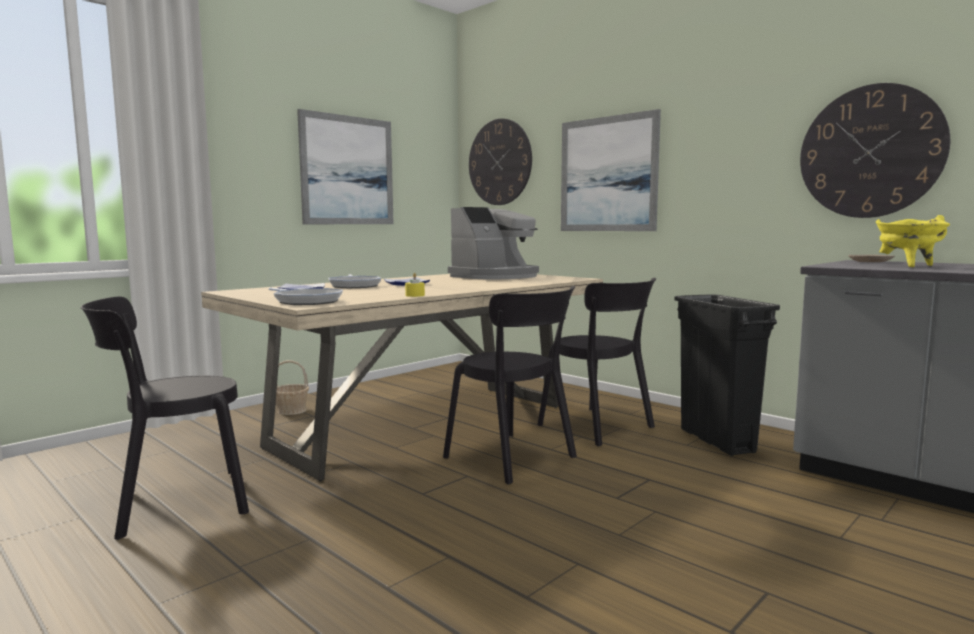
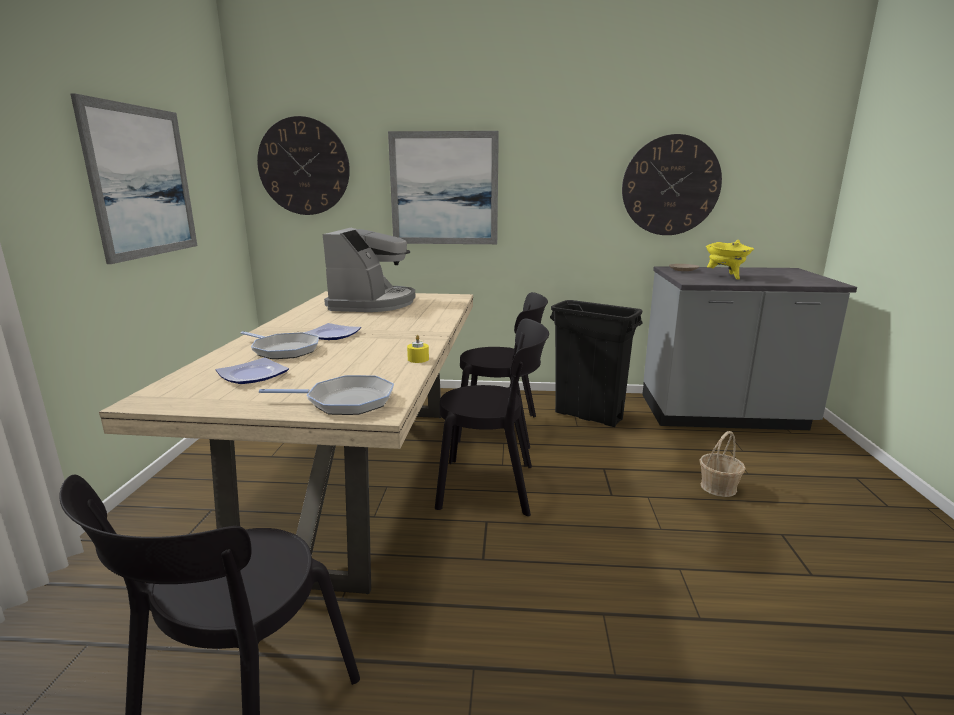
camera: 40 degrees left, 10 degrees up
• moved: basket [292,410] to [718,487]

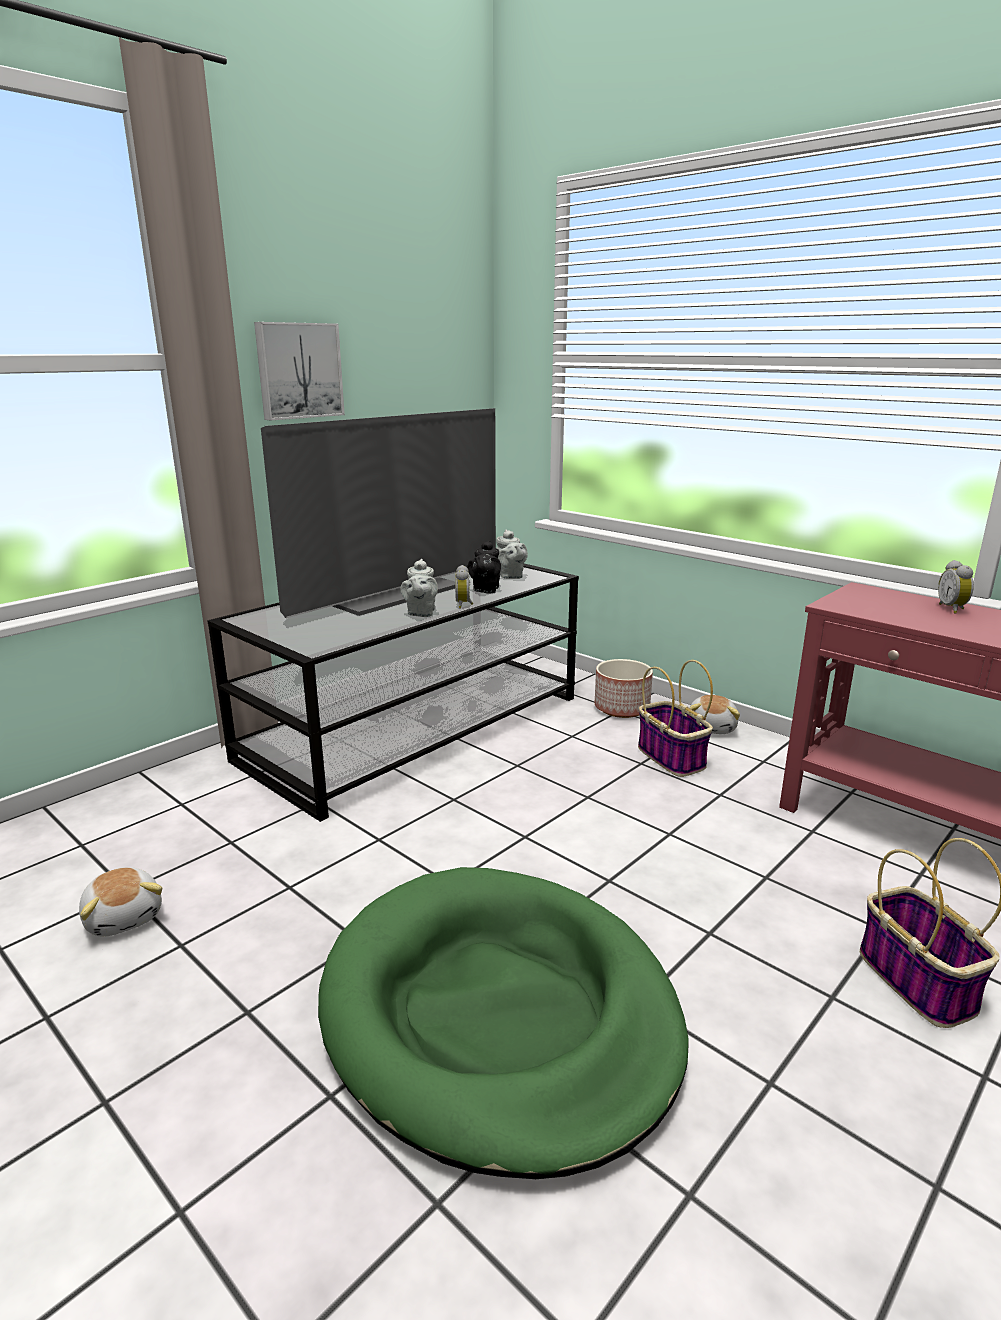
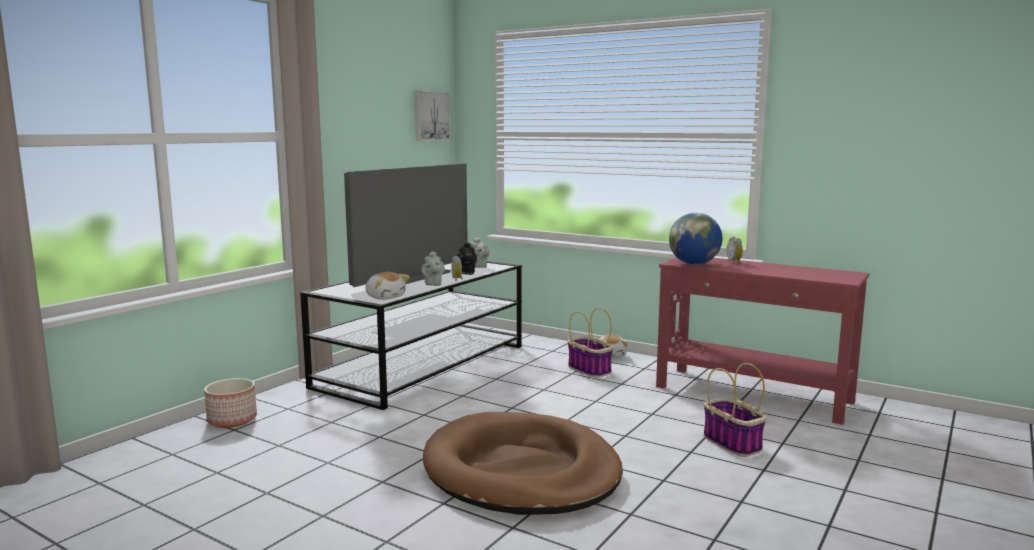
camera: 10 degrees left, 10 degrees down
• moved: plush toy [125,917] to [385,297]
• moved: picture [298,371] to [431,116]
• recoloured: dog bed (green) [499,1015] to dog bed (brown) [521,471]
• moved: planter [621,708] to [232,420]
• added: globe [694,264]

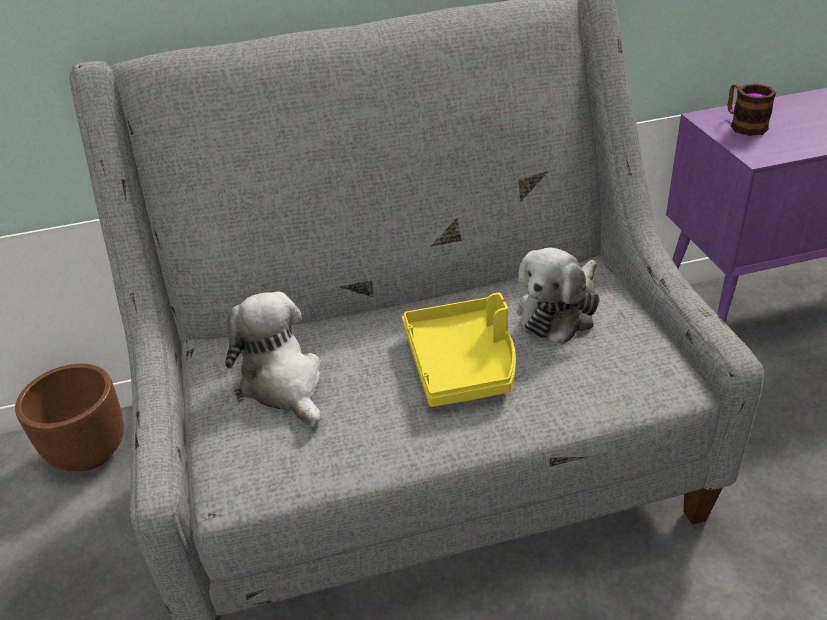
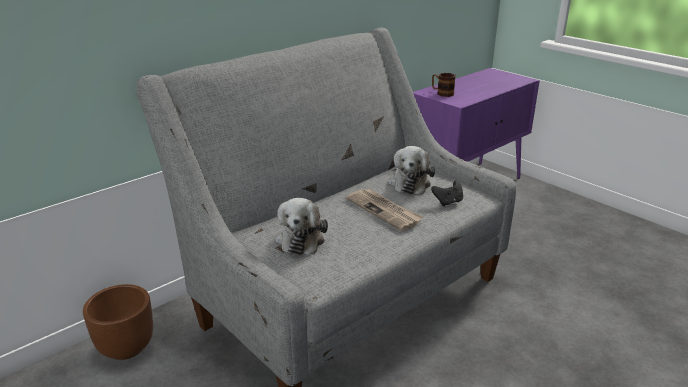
camera: 30 degrees left, 10 degrees down
• turned: plush toy [284,384] = [301,239] 120 degrees counterclockwise
• replaced: tray (yellow) [463,364] to newspaper [384,211]
• added: game controller (black) [448,202]

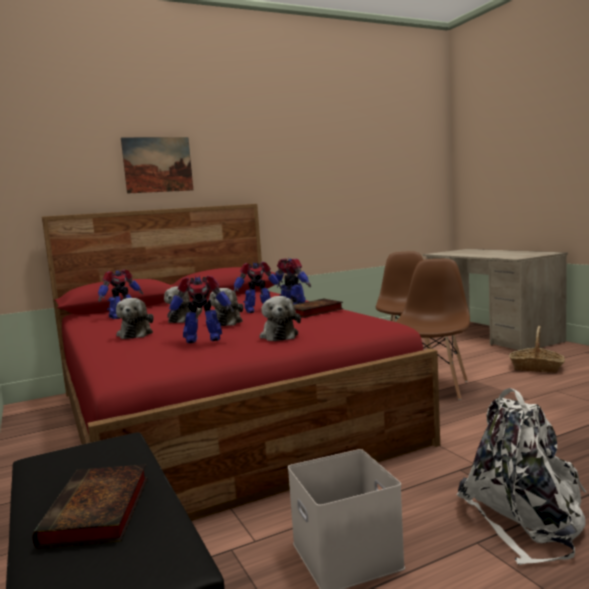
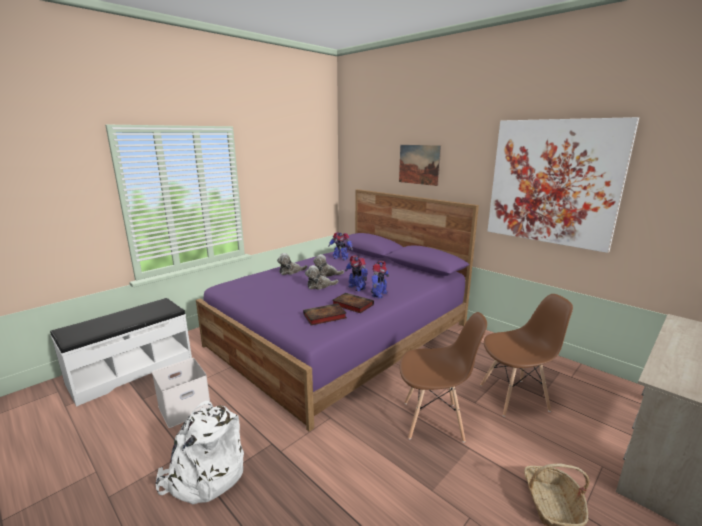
camera: 70 degrees right, 10 degrees up
• moved: book [98,513] to [324,317]
• recoloured: bed (red) [218,415] to bed (purple) [342,335]
• removed: toy robot [203,339]
• removed: plush toy [279,335]
• added: picture [553,182]

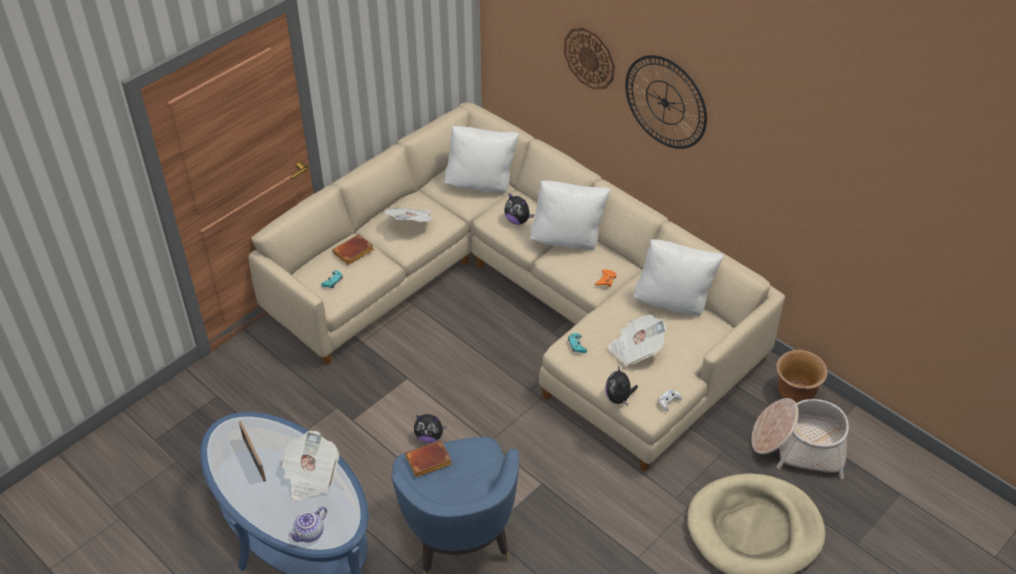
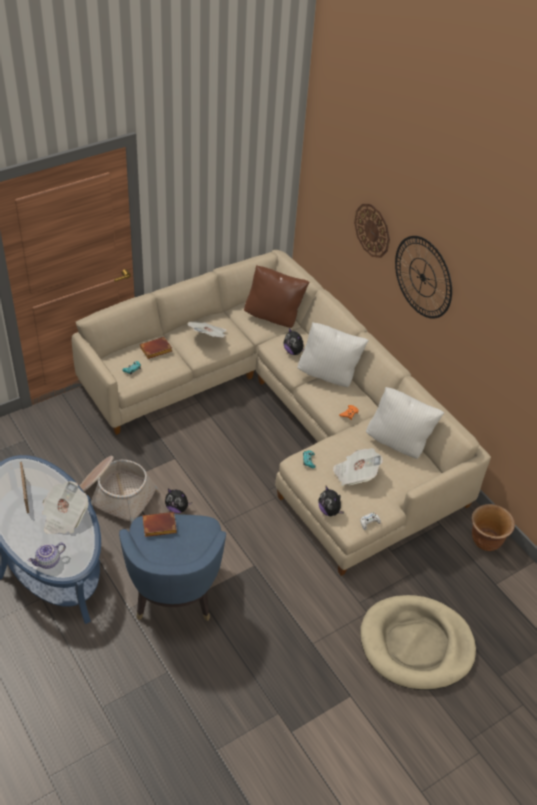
camera: 10 degrees right, 0 degrees up
• recoloured: pillow (white) [481,184] to pillow (brown) [274,317]
• turned: plush toy [619,398] = [329,510] 45 degrees counterclockwise
• moved: basket [798,446] to [116,496]

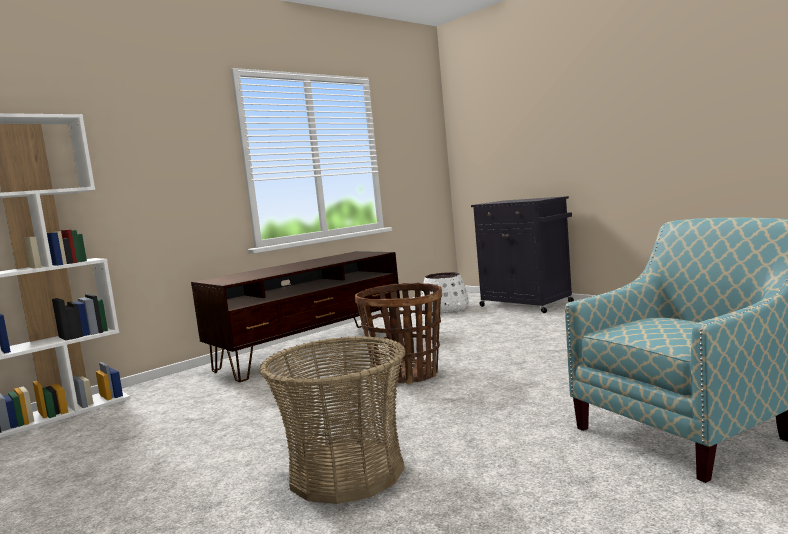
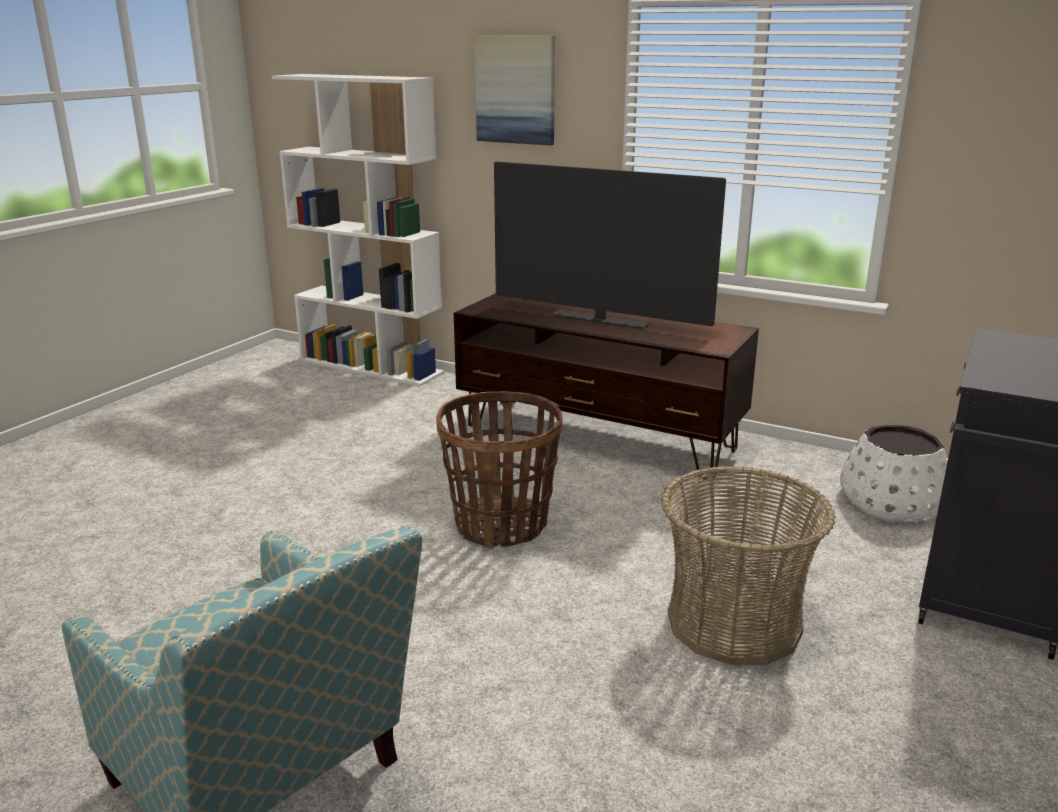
camera: 70 degrees right, 15 degrees up
• moved: basket [346,471] to [734,623]
• added: picture [516,89]
• added: television [599,320]

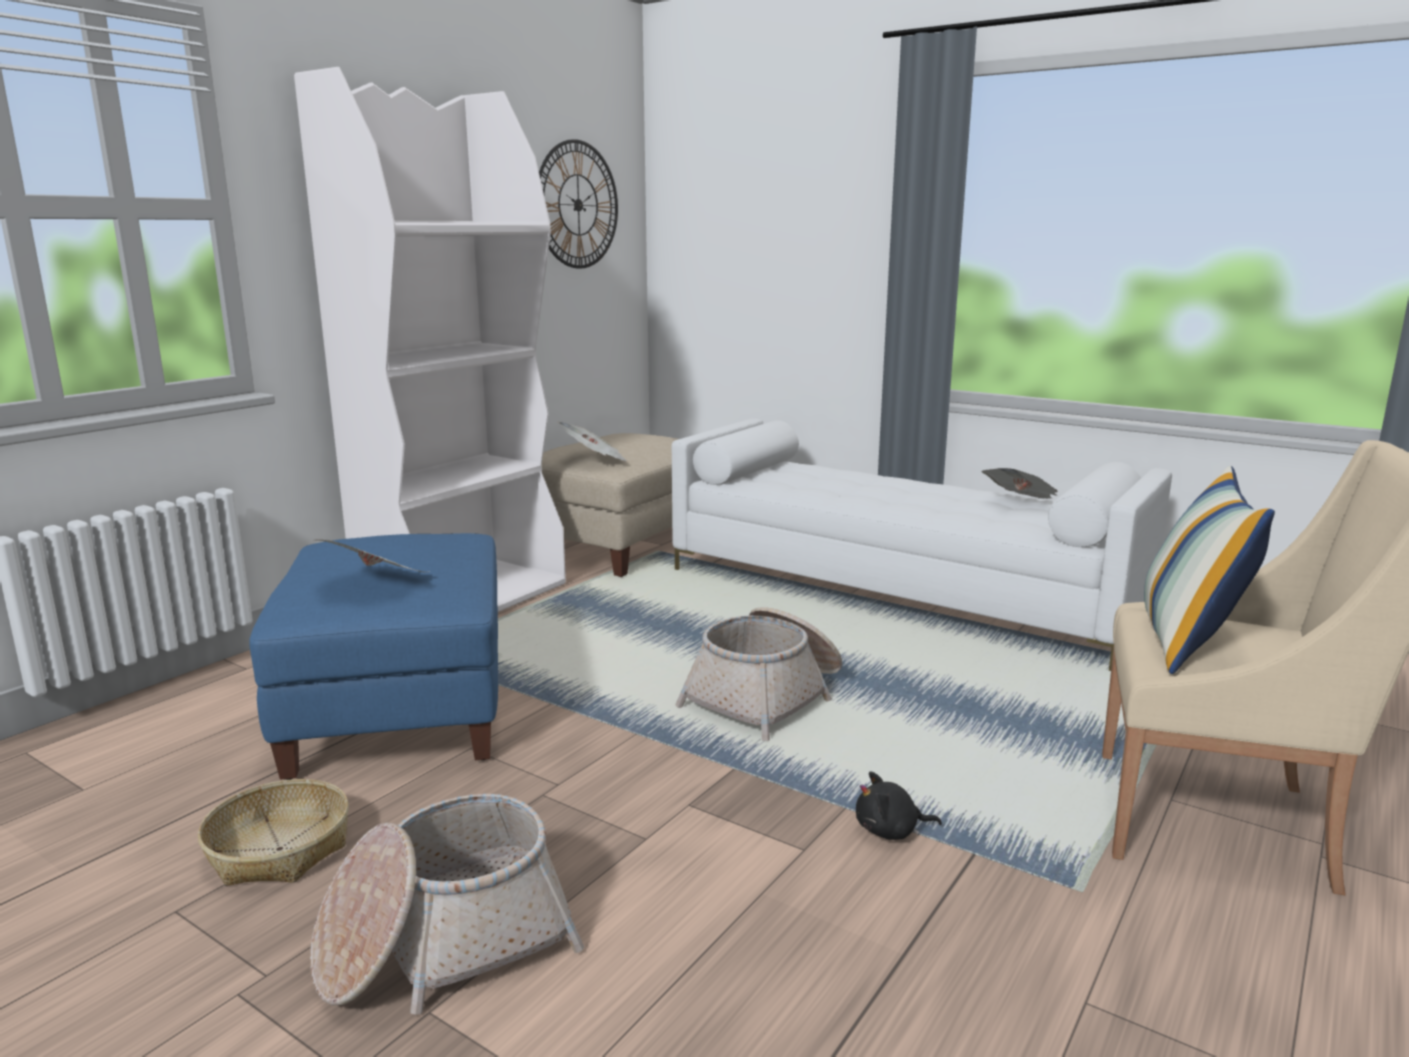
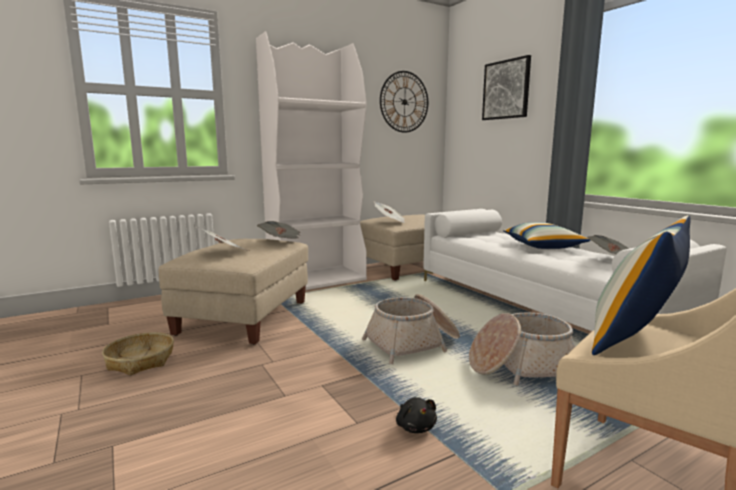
camera: 25 degrees right, 5 degrees down
• recoloured: ottoman (blue) [400,710] to ottoman (beige) [244,317]
• moved: basket [443,941] to [521,367]
• turned: plush toy (black) [890,831] = [415,426] 135 degrees counterclockwise
• added: newspaper [281,242]
• added: picture [506,89]
• added: pillow [543,246]

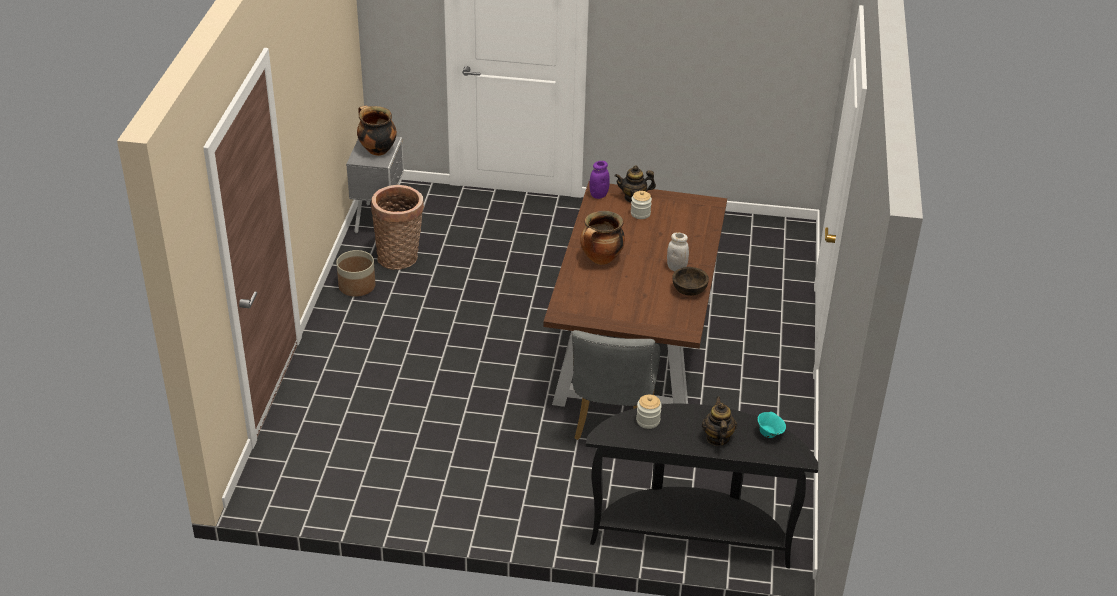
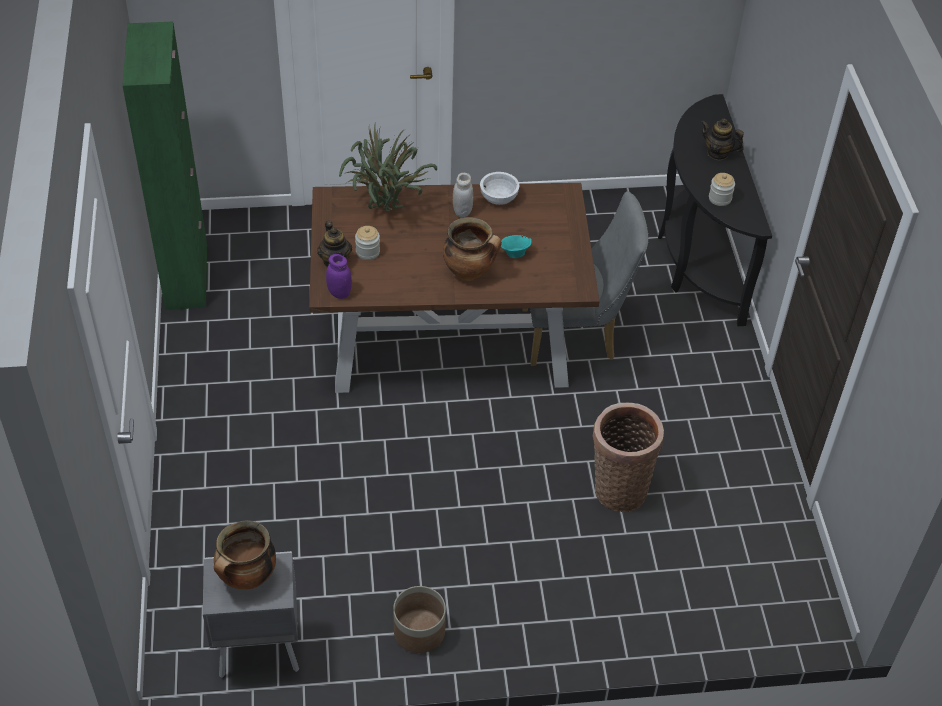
camera: 105 degrees left, 10 degrees up
• moved: basket [400,257] to [618,487]
• recoloured: bowl (brown) [689,290] to bowl (white) [498,198]
• turned: teapot [717,438] = [718,153] 45 degrees clockwise
• moved: bowl (turquoise) [769,433] to [514,253]
• added: cabinet (green) [187,276]
• added: potted plant [385,213]

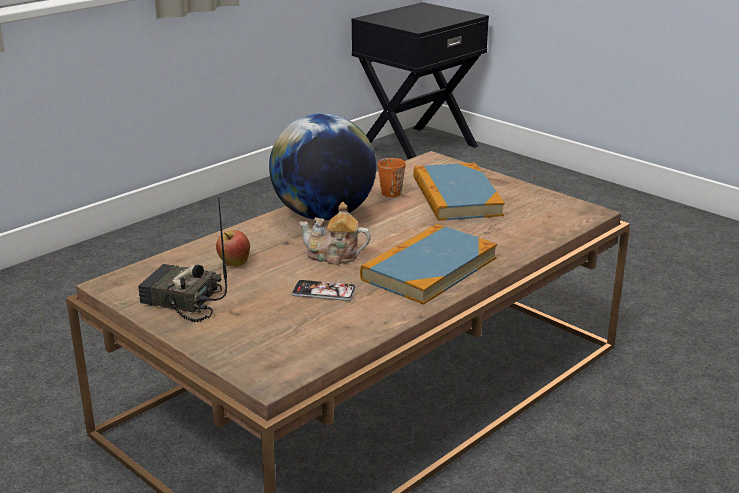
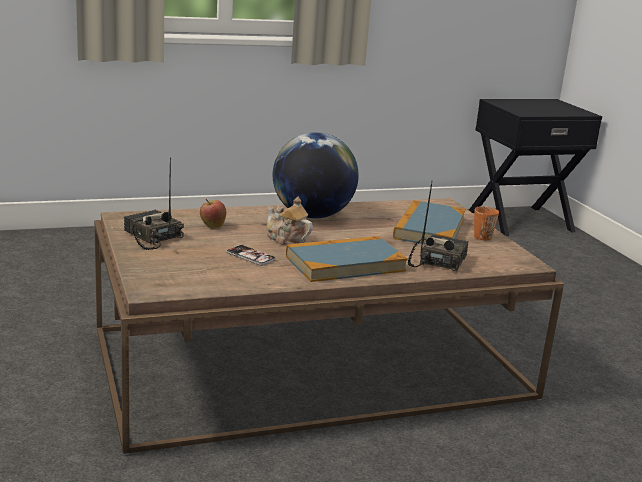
camera: 25 degrees right, 5 degrees down
• moved: mug (orange) [388,191] to [481,235]
• added: radio [437,260]

